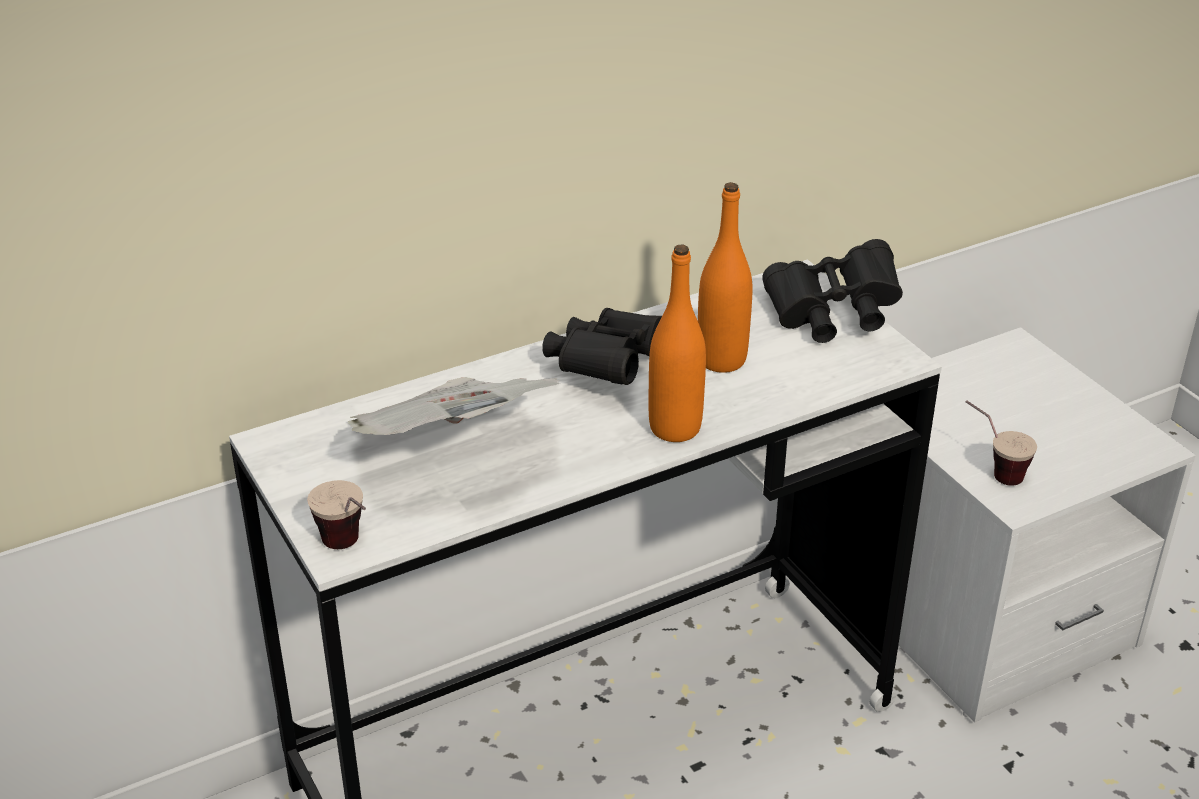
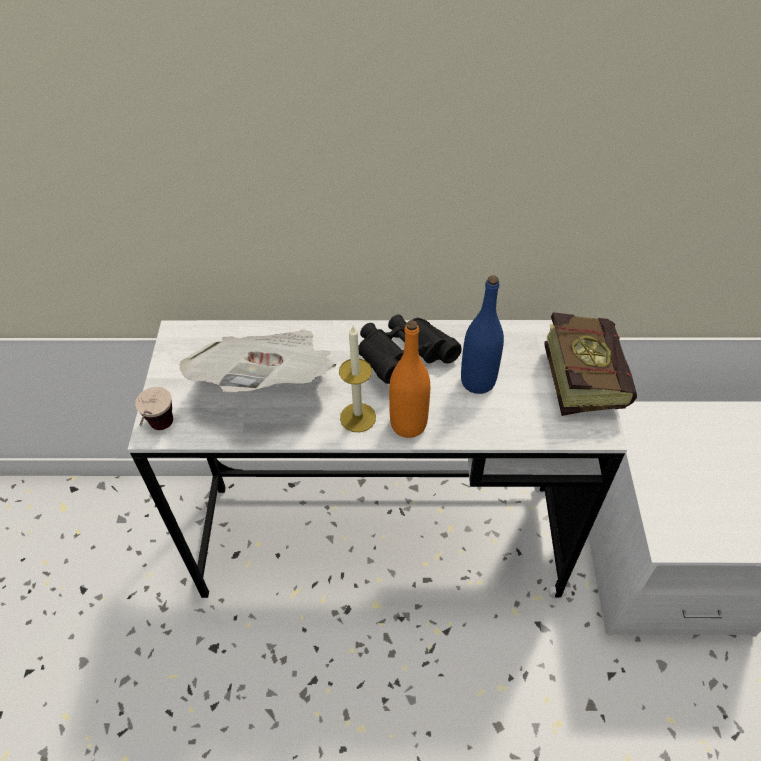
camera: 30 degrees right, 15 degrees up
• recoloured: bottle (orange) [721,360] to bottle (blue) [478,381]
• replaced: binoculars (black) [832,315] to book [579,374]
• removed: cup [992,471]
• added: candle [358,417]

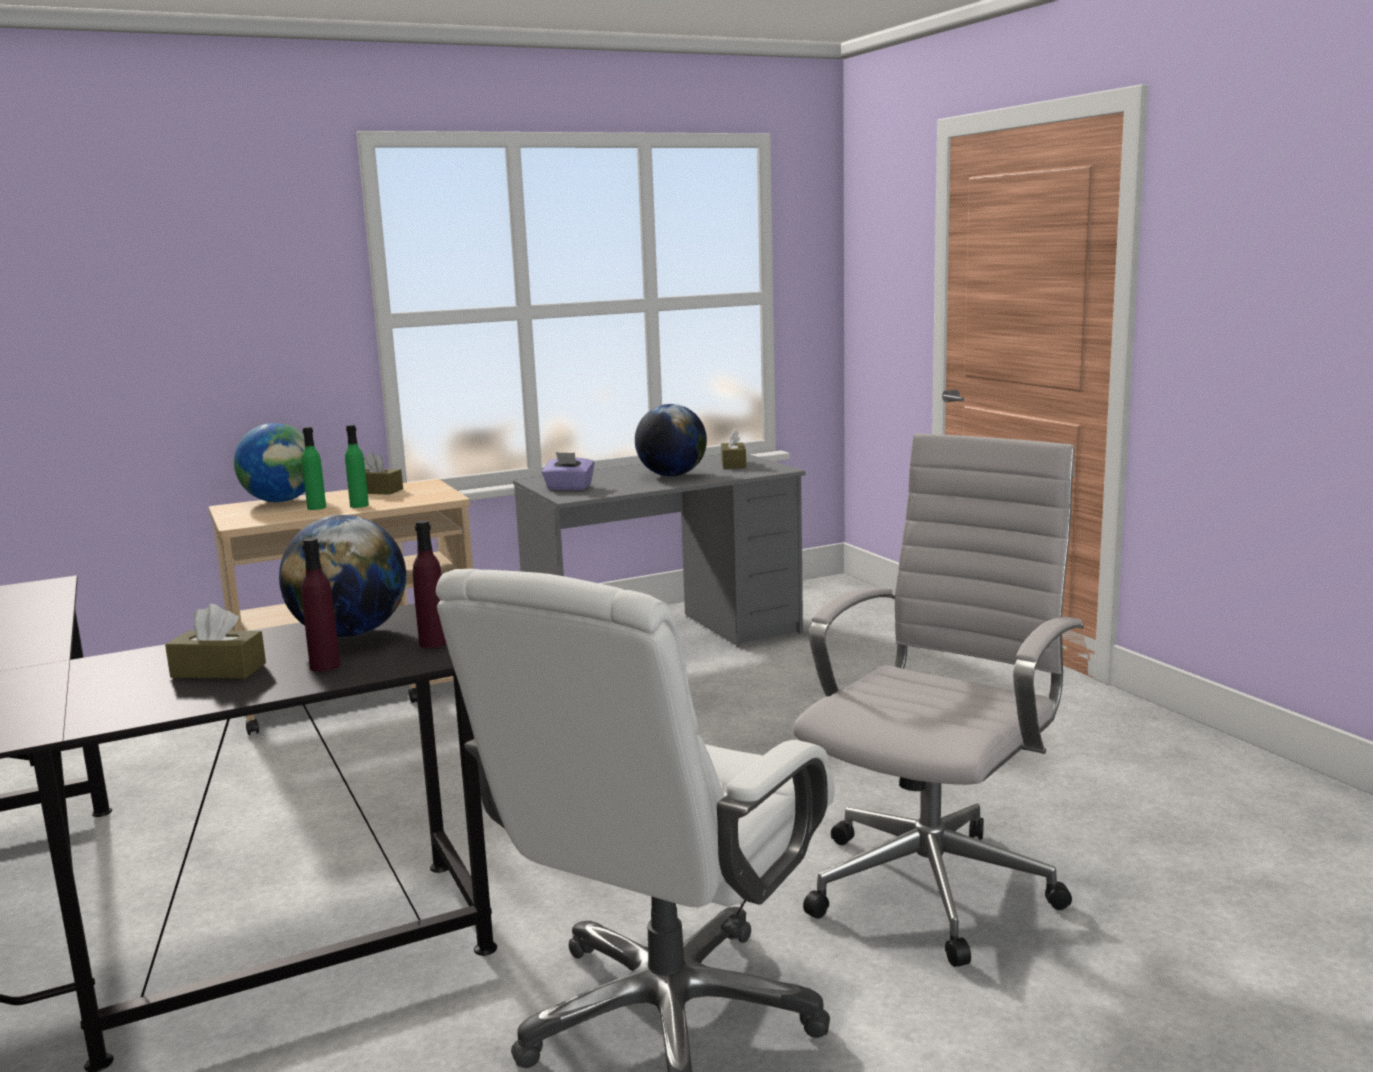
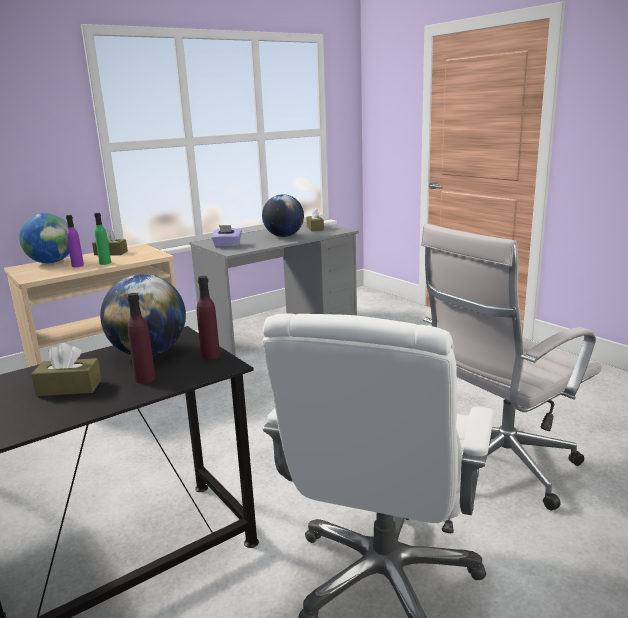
camera: 10 degrees left, 5 degrees up
• recoloured: bottle (green) [316,507] to bottle (purple) [77,265]
• turned: office chair (white) [935,883] = [498,468] 150 degrees counterclockwise

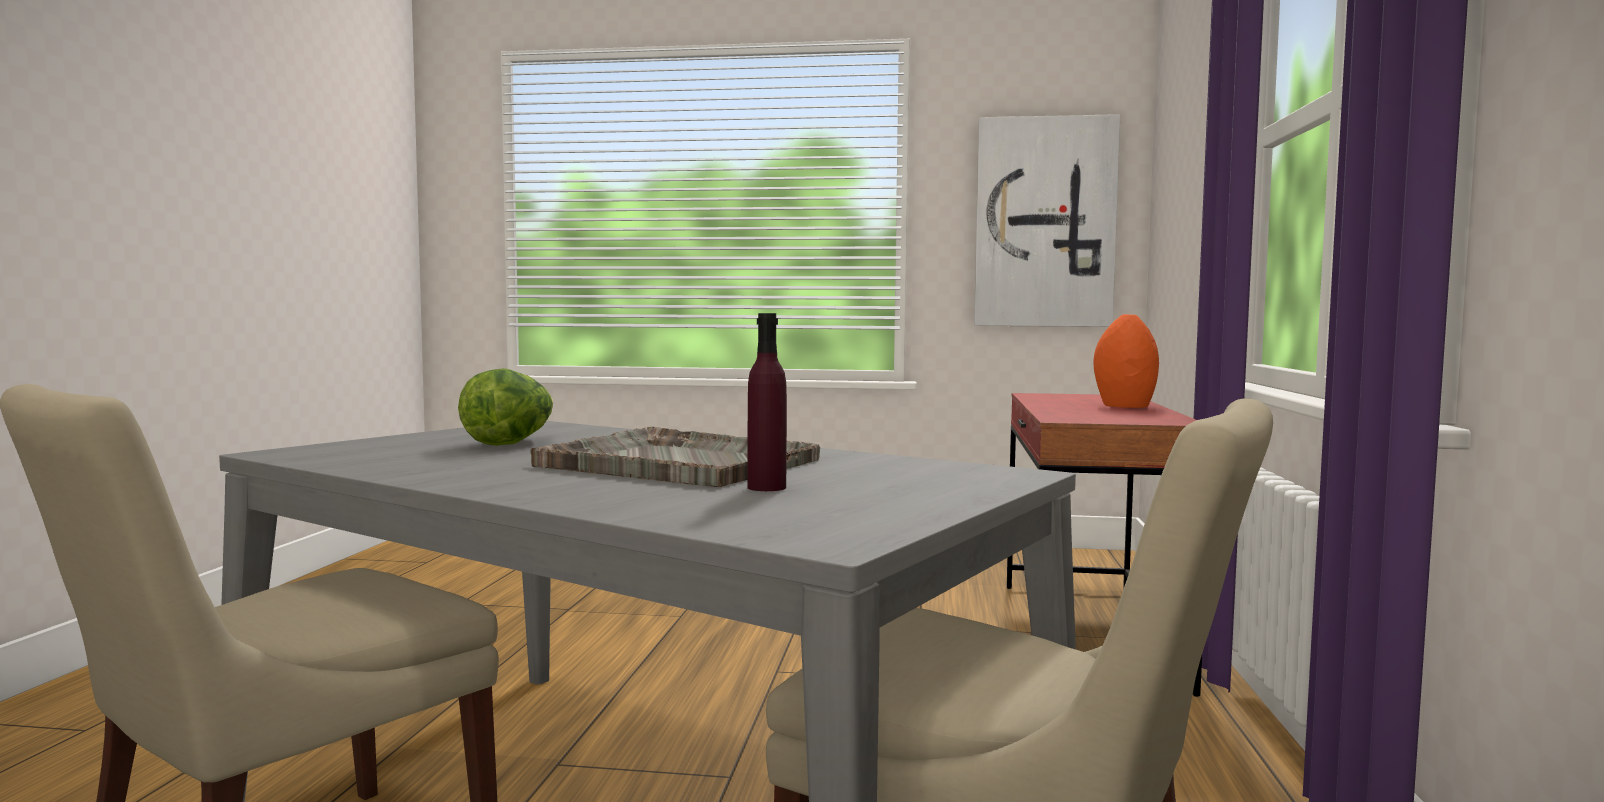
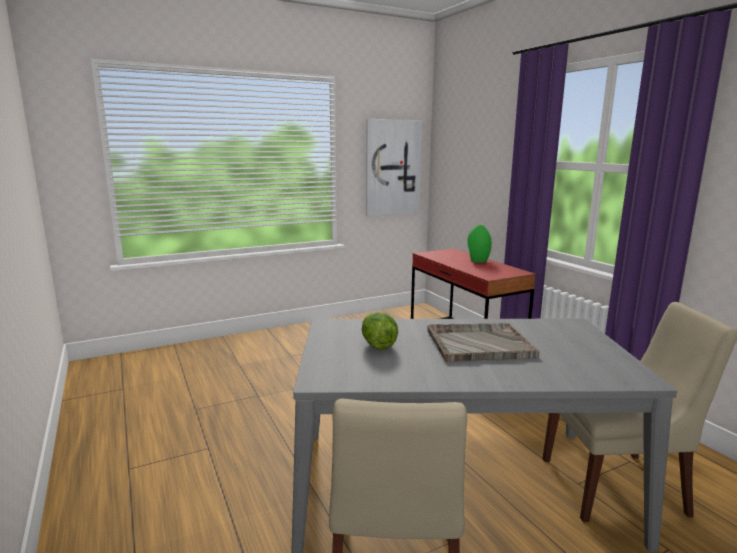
camera: 35 degrees left, 10 degrees up
• removed: bottle (purple) [766,487]
• recoloured: vase (orange) [1125,406] to vase (green) [478,261]

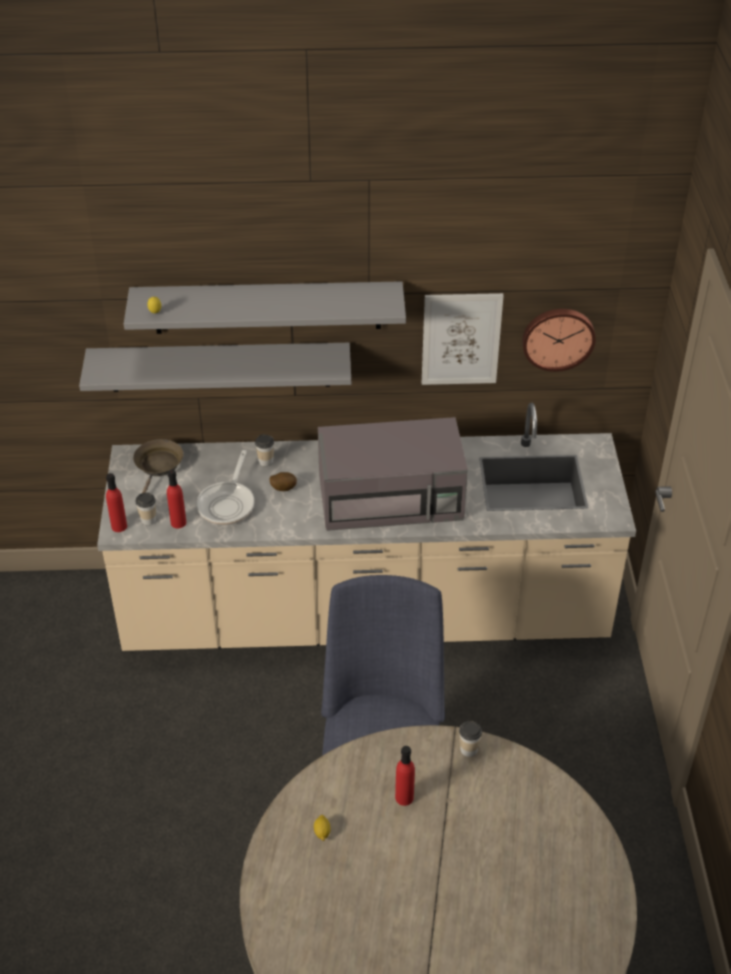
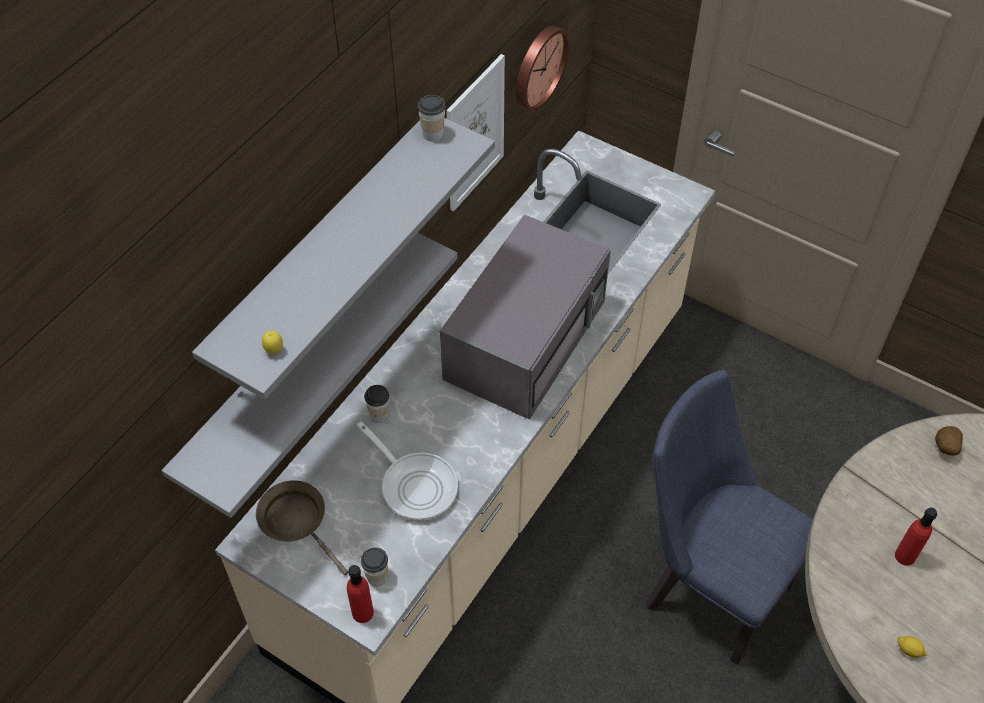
camera: 55 degrees left, 10 degrees up
• removed: bottle (red) [178,522]
• moved: potato [283,488] to [944,448]
• moved: cup [469,749] to [433,134]

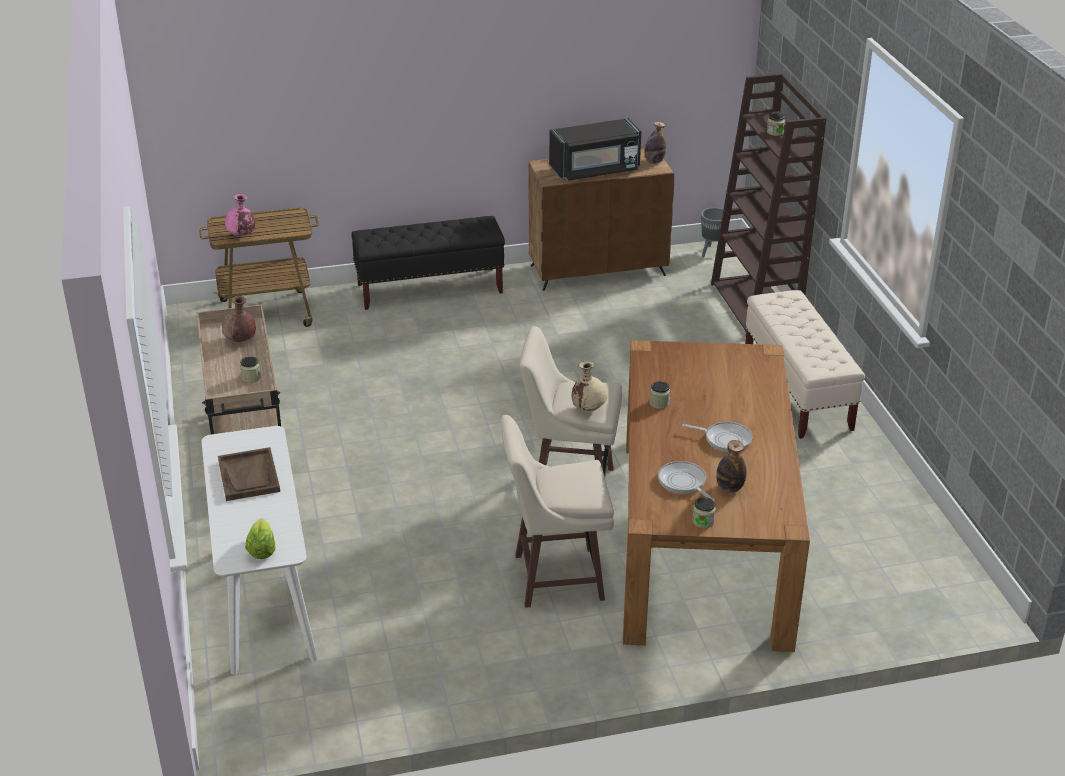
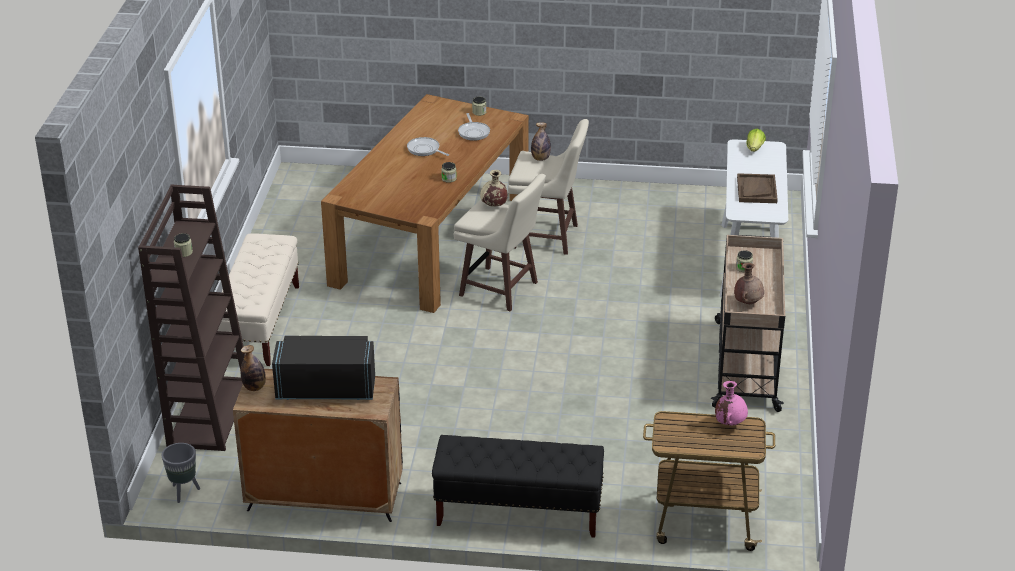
camera: 160 degrees left, 0 degrees up
• moved: bottle [729,488] to [540,158]

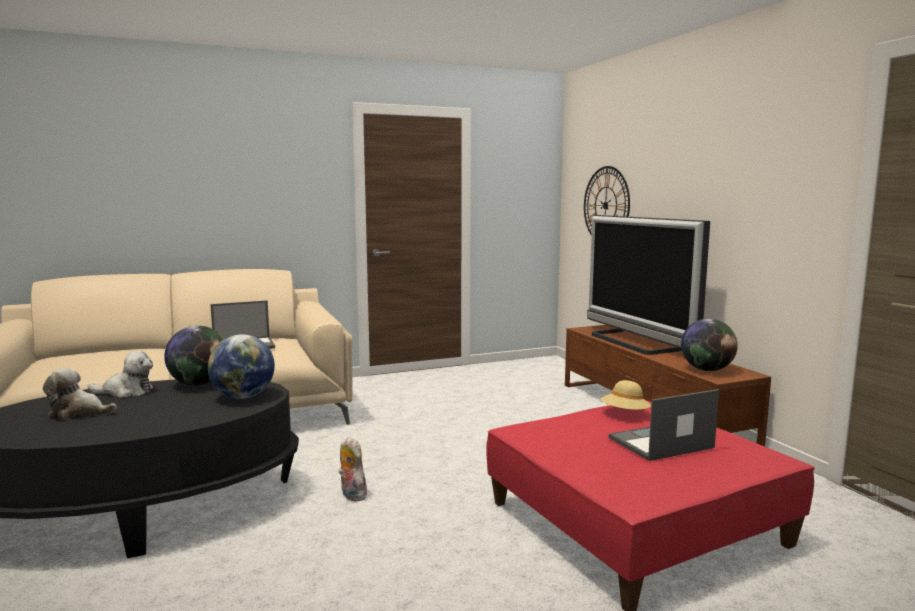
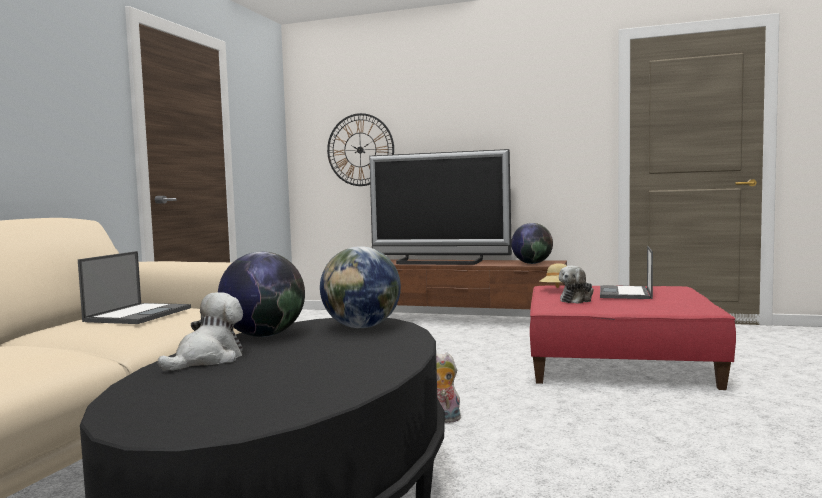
camera: 50 degrees left, 5 degrees down
• moved: plush toy [79,413] to [577,300]

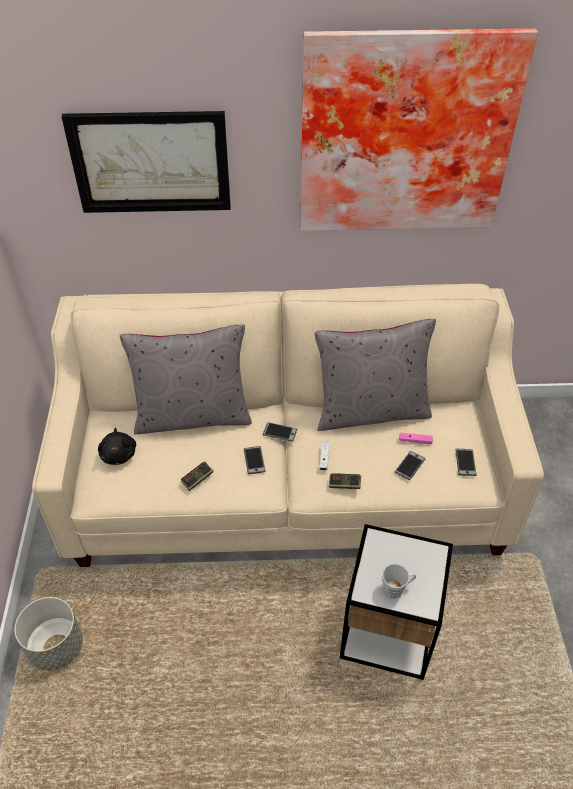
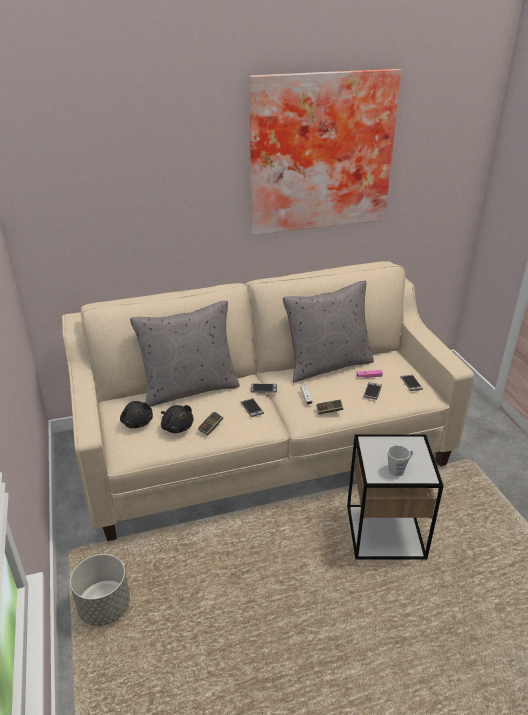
camera: 15 degrees left, 15 degrees down
• removed: picture [151,162]
• added: plush toy (black) [177,427]

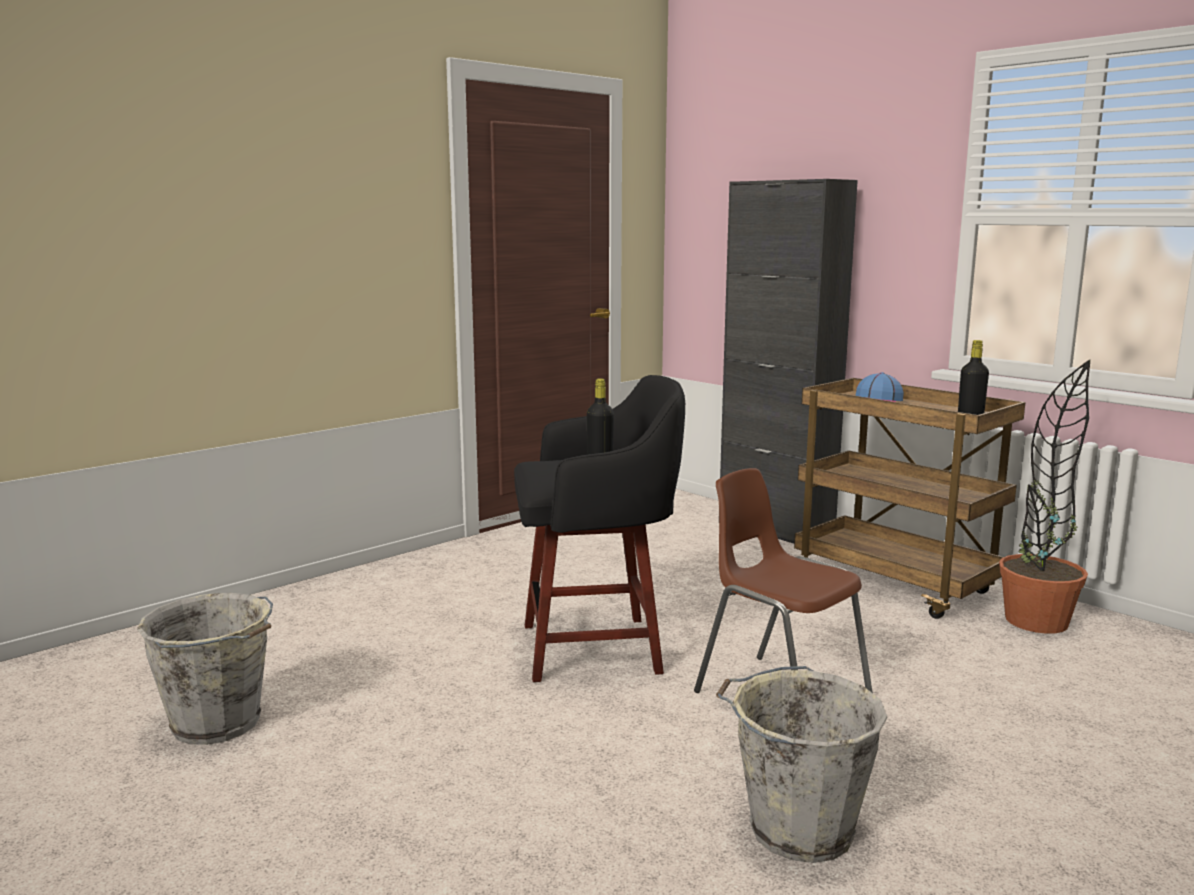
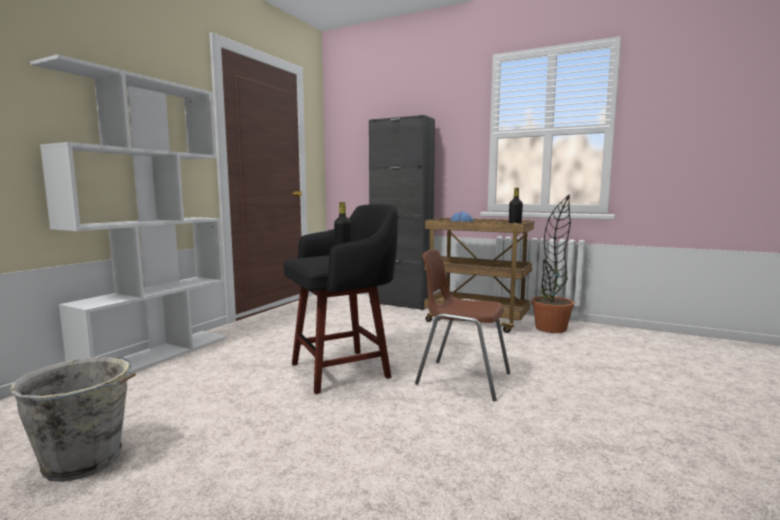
camera: 20 degrees left, 5 degrees down
• removed: bucket (grey) [796,829]
• added: bookcase (white) [156,355]

